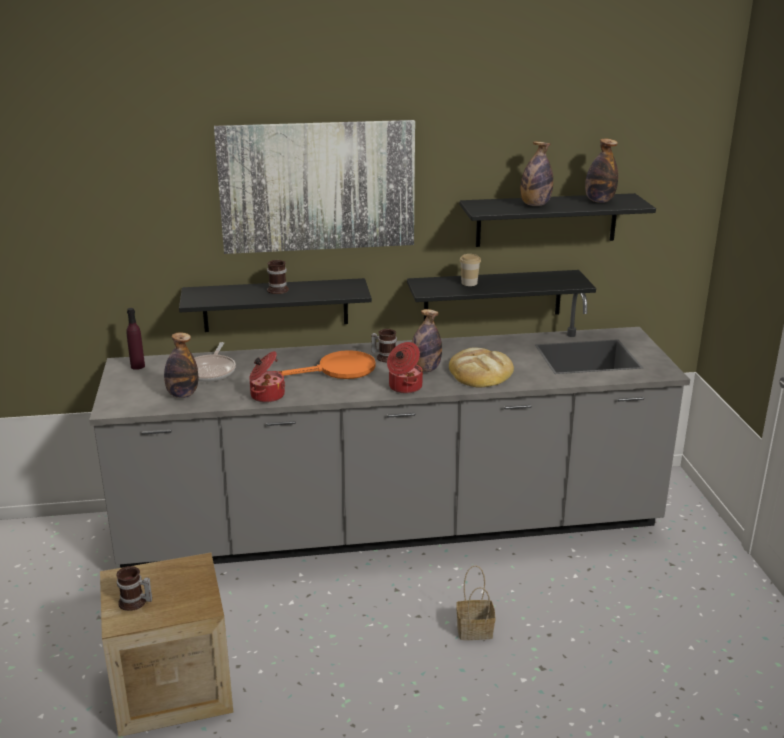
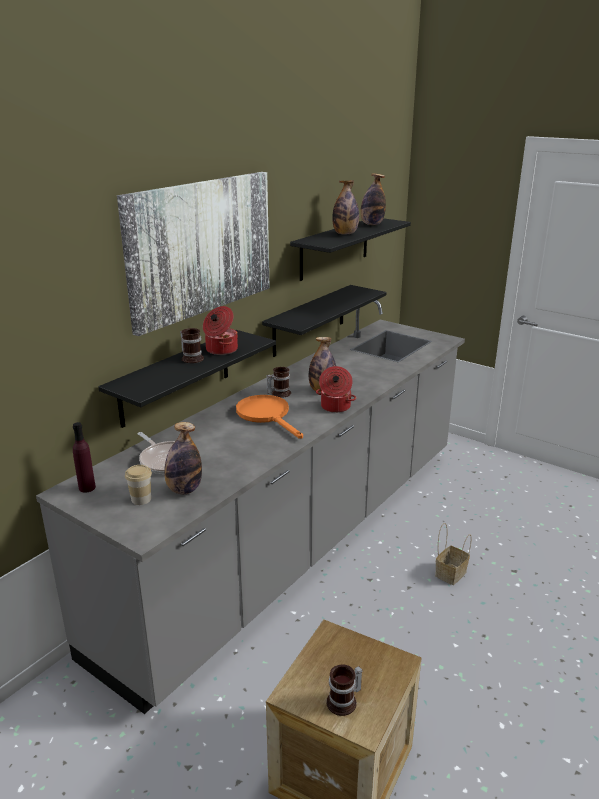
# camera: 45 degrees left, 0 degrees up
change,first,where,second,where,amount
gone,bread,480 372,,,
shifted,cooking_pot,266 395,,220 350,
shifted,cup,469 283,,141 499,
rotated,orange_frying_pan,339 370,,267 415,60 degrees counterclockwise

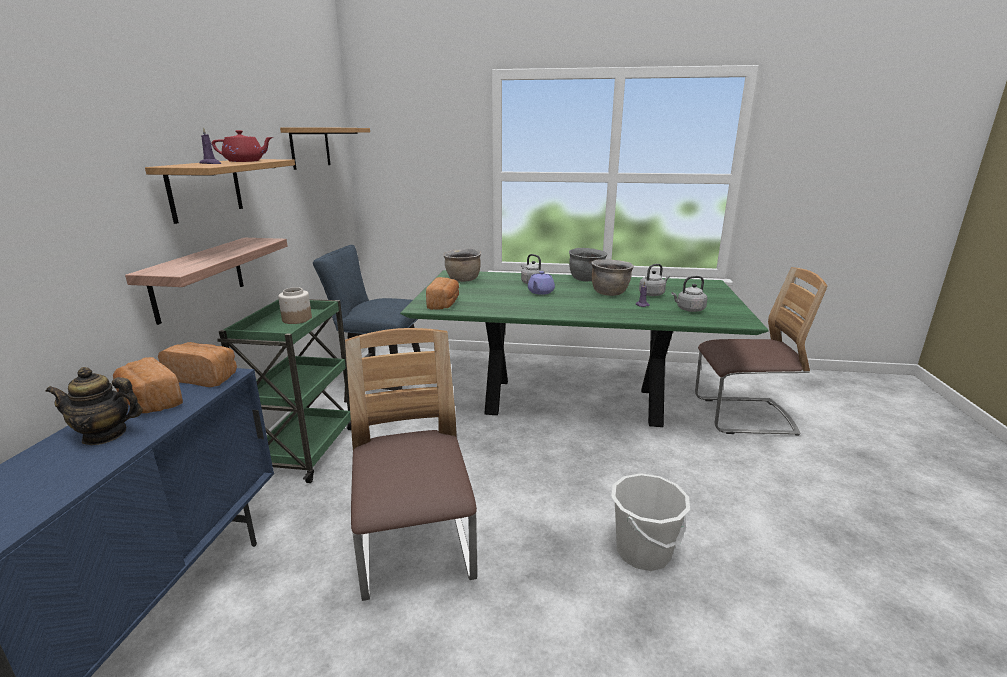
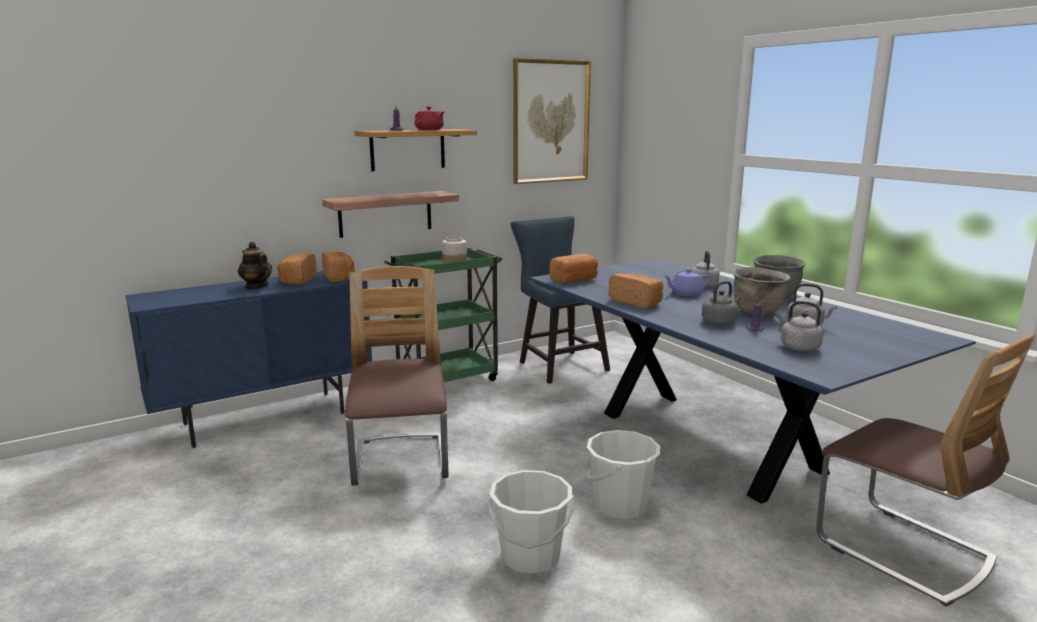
# camera: 50 degrees right, 5 degrees down
change,first,where,second,where,amount
gone,brown_cooking_pot,463 280,,,
new,,,white_bucket,620 505,
new,,,bread,637 302,
new,,,grey_kettle,720 322,
swapped,shelf,310 147,picture,550 122,
repainted,green_dining_table,571 402,blue_dining_table,705 440,
rotated,chair,415 552,,401 462,45 degrees counterclockwise

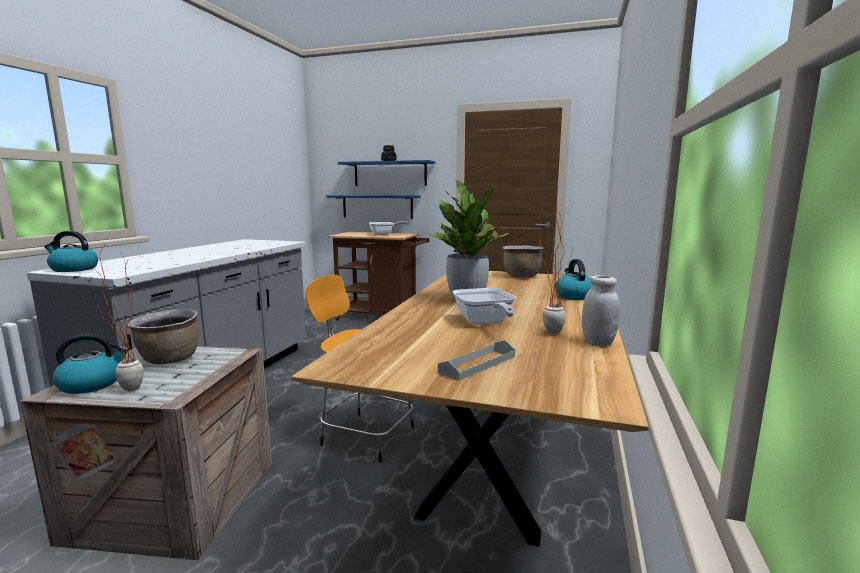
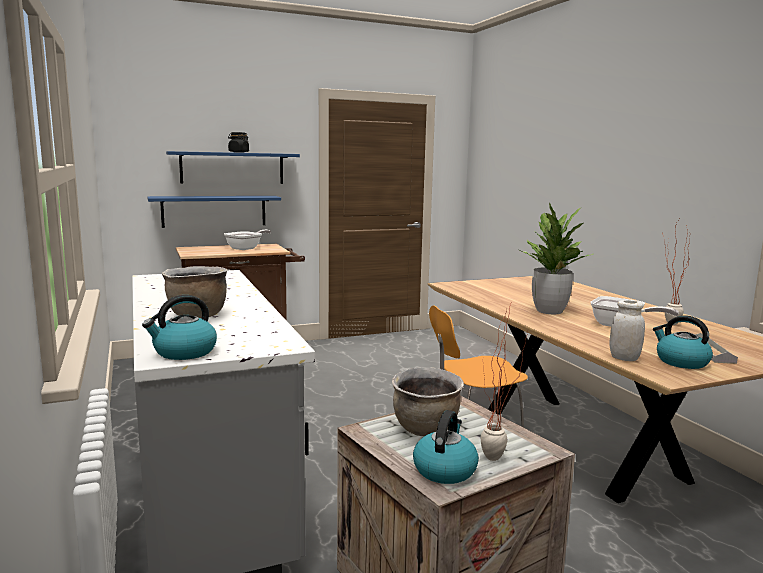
# camera: 40 degrees left, 0 degrees up
change,first,where,second,where,amount
shifted,brown_cooking_pot,521 276,,196 315,
shifted,kettle,574 296,,681 362,
shifted,white_jar,598 342,,624 358,

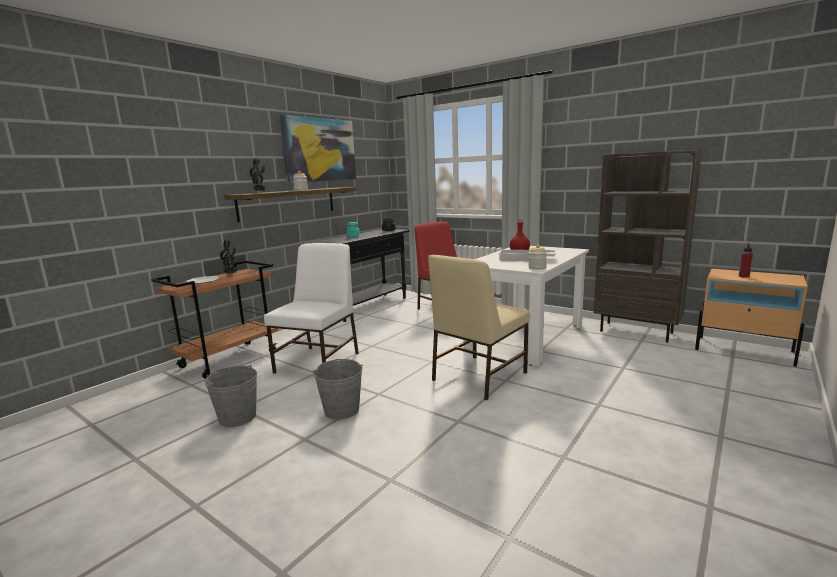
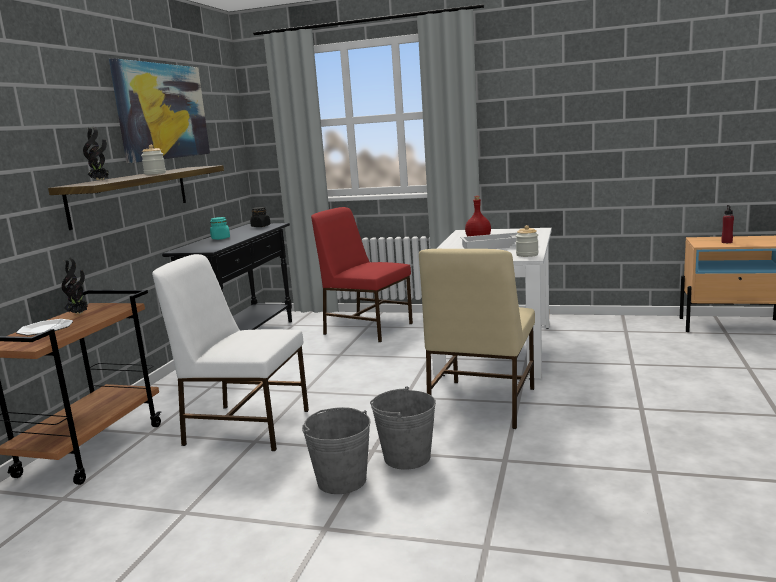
# camera: 20 degrees left, 0 degrees up
change,first,where,second,where,amount
gone,brown_bookcase,636 332,,,
shifted,grey_bucket,237 417,,407 457,
rotated,white_chair,319 362,,246 426,75 degrees counterclockwise

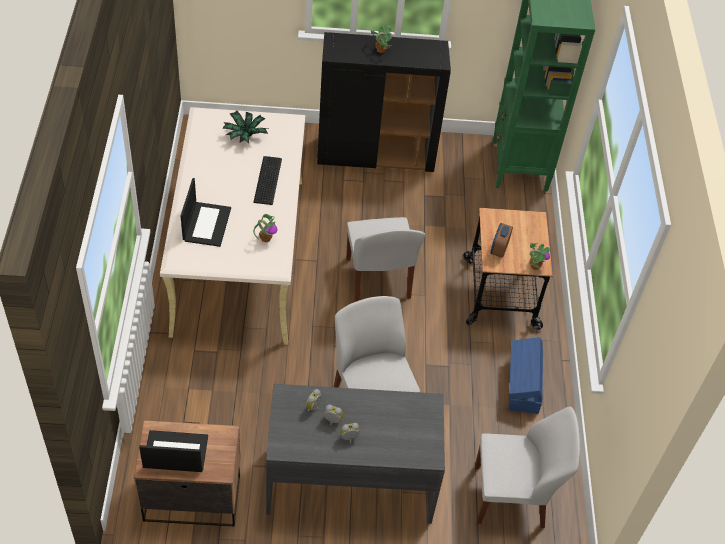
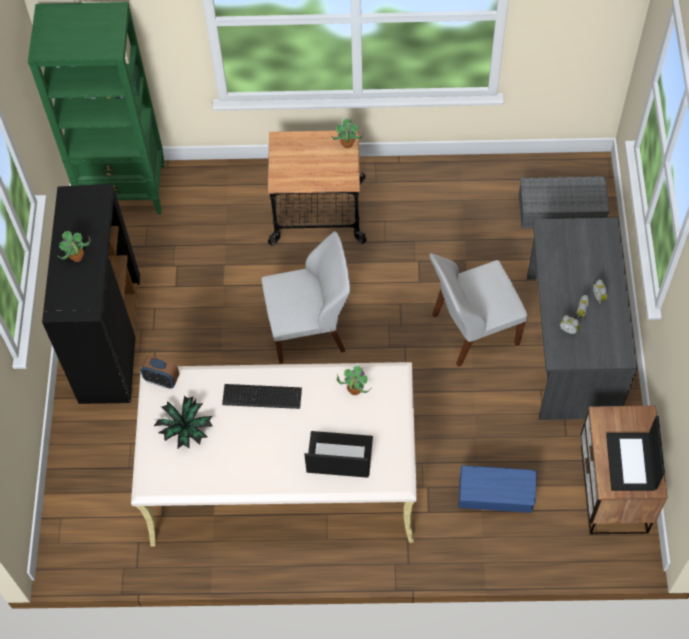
# camera: 85 degrees left, 10 degrees up
change,first,where,second,where,amount
shifted,alarm_clock,499 249,,162 380,
shifted,blue_storage_box,523 385,,496 496,
swapped,white_chair,511 497,grey_storage_box,562 209,

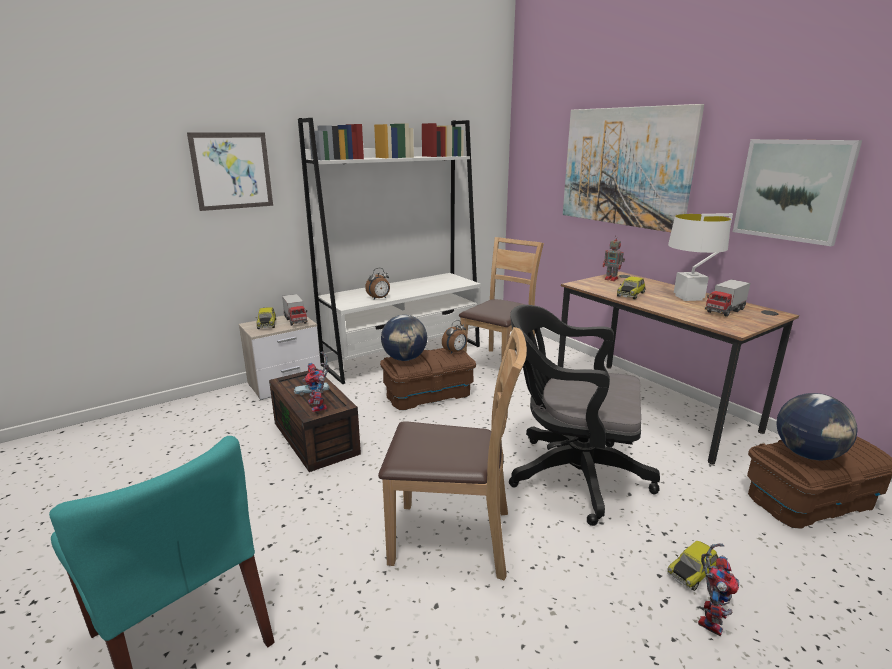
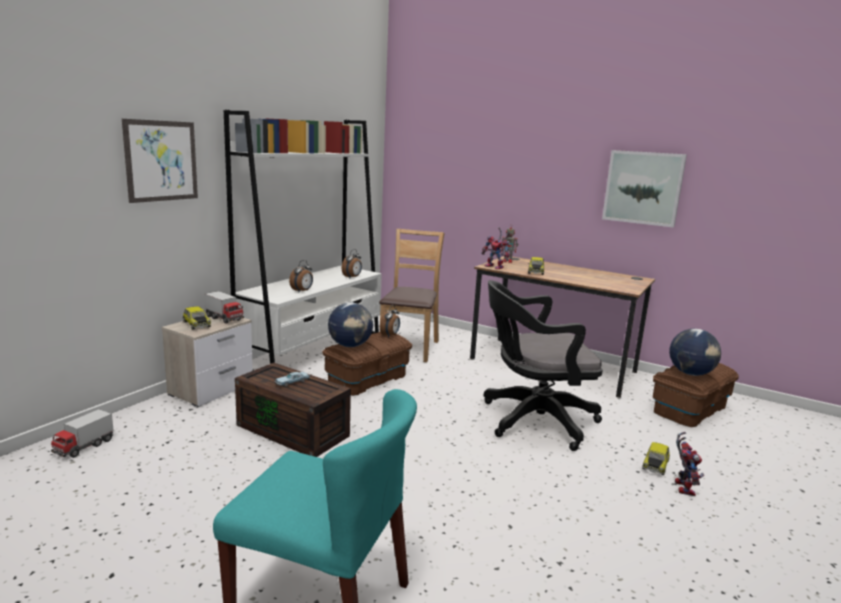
# camera: 25 degrees left, 5 degrees down
change,first,where,second,where,amount
gone,brown_chair,453 538,,,
gone,picture,625 167,,,
gone,white_table_lamp,689 298,,,
new,,,alarm_clock,352 277,
shifted,toy_robot,320 406,,496 267,
shifted,toy_truck,724 311,,84 447,

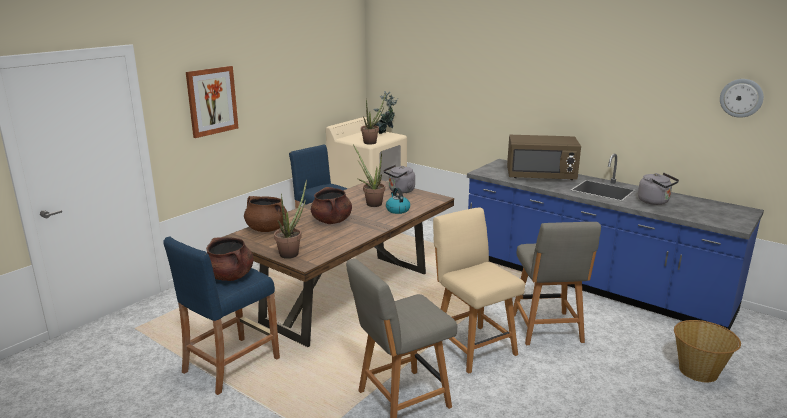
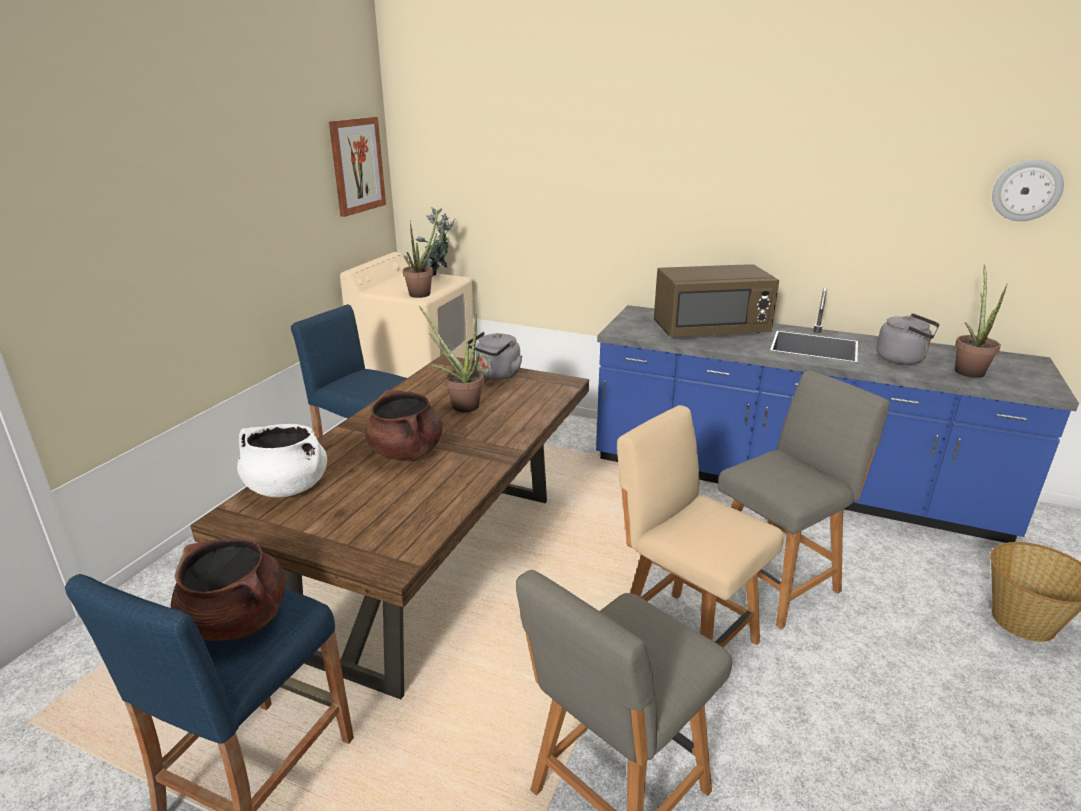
# camera: 15 degrees left, 5 degrees up
change,first,where,second,where,amount
gone,kettle,397 210,,,
shifted,picture,212 101,,357 165,
shifted,potted_plant,292 253,,968 370,
repainted,brown_cooking_pot,266 229,white_cooking_pot,286 487,
rotated,grey_chair,547 330,,776 581,105 degrees counterclockwise

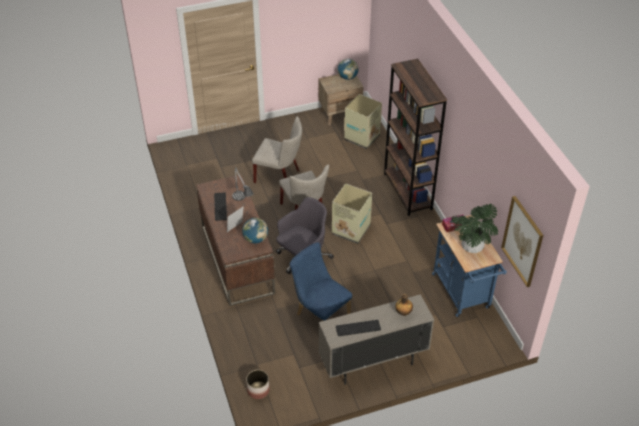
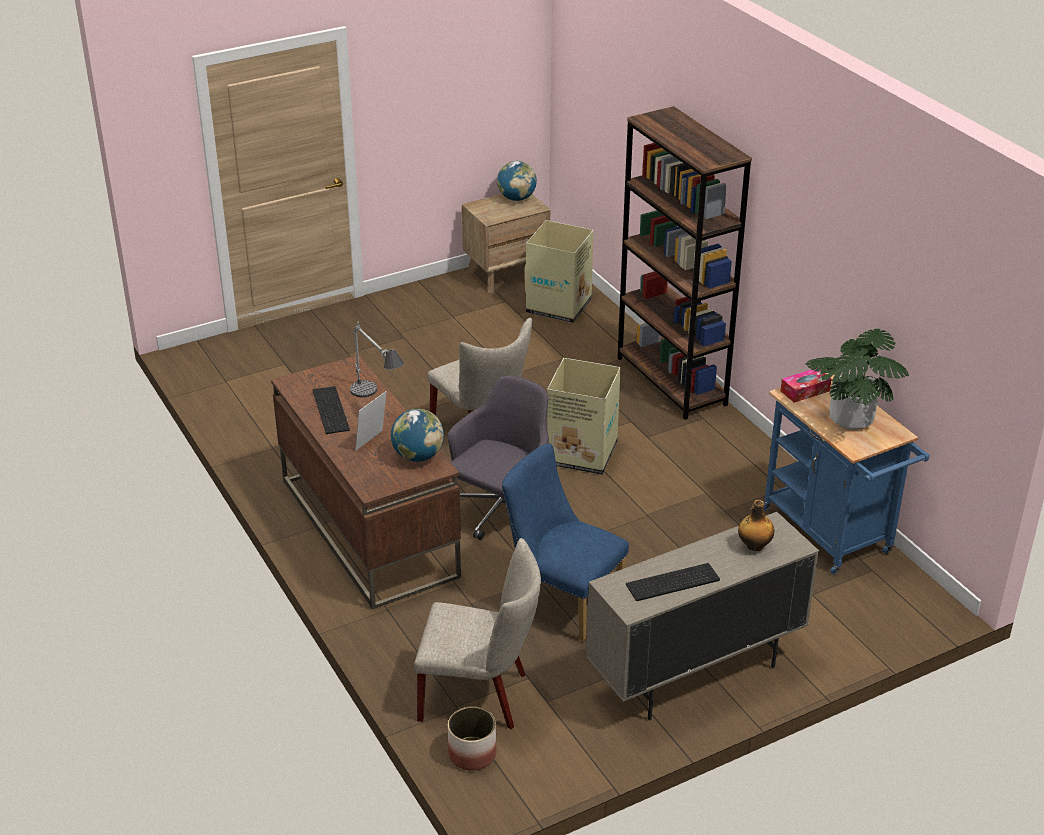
# camera: 10 degrees left, 10 degrees down
change,first,where,second,where,amount
gone,picture,522 241,,,
shifted,beige_chair,280 176,,480 696,

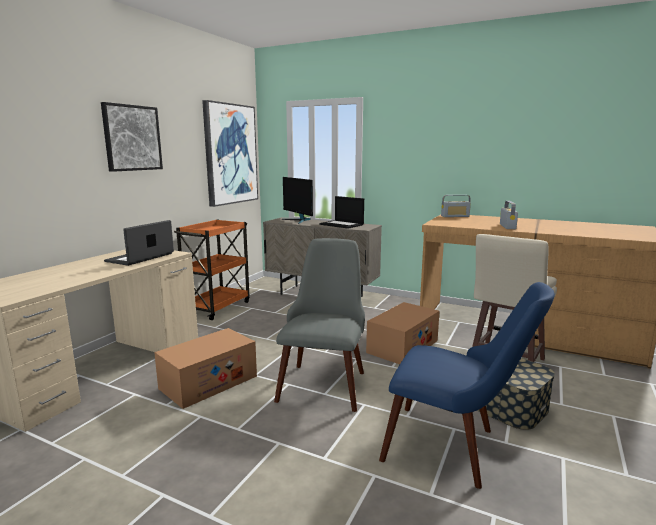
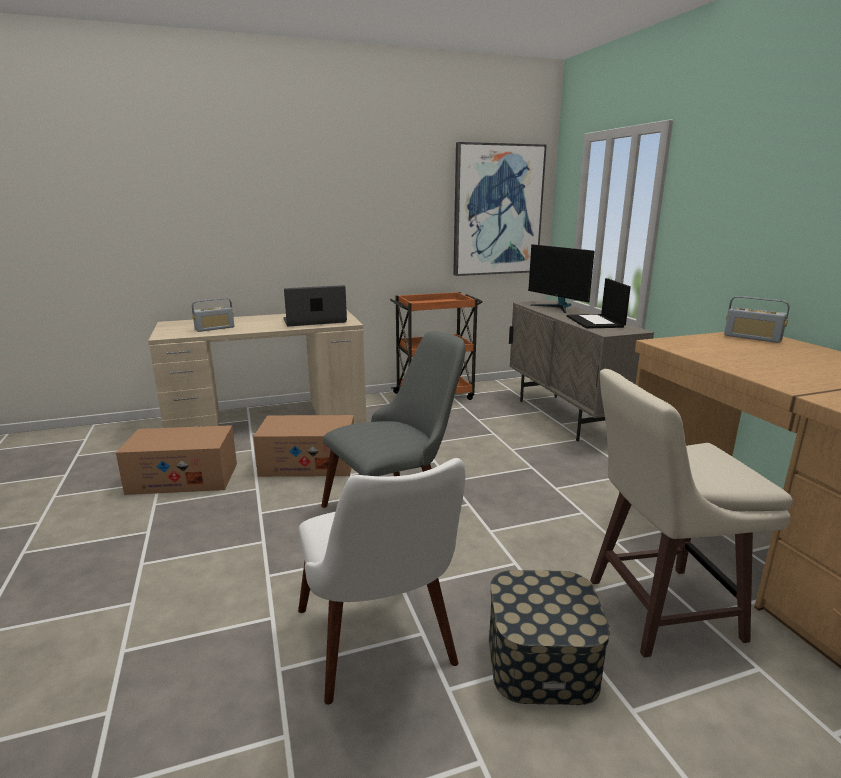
# camera: 45 degrees right, 5 degrees up
change,first,where,second,where,amount
gone,picture,132 138,,,
shifted,cardboard_box,402 346,,183 478,
shifted,radio,507 226,,215 328,
repainted,blue_chair,455 448,white_chair,383 651,
rotated,monitor,298 220,,557 307,45 degrees counterclockwise

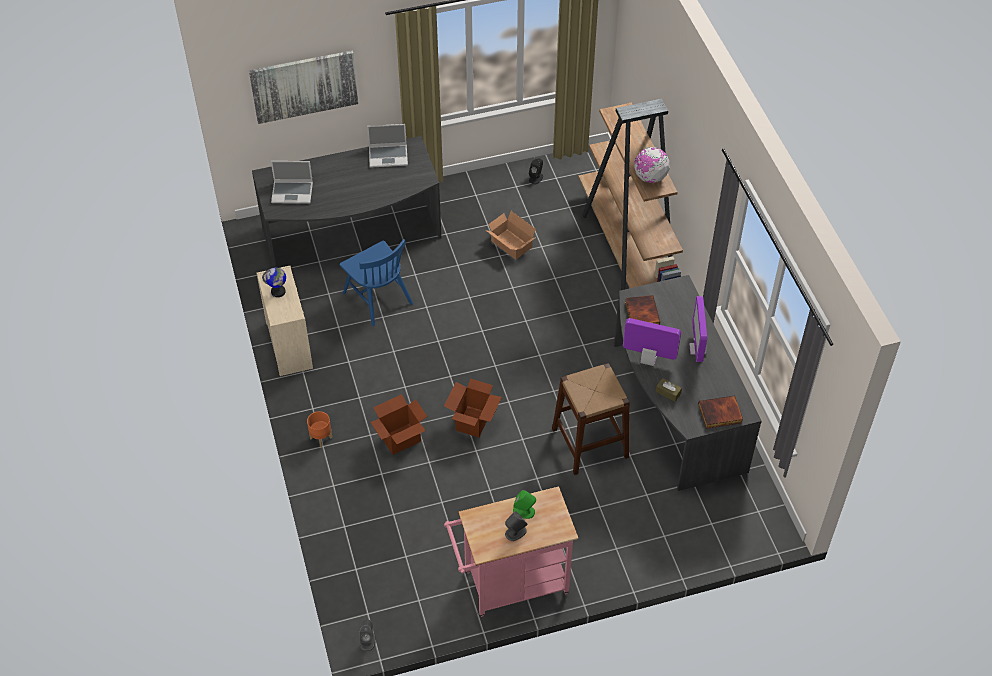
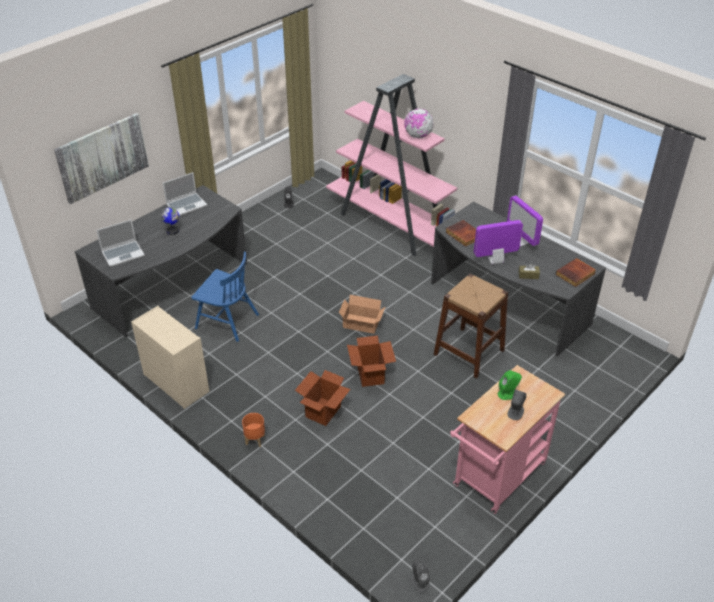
# camera: 30 degrees left, 10 degrees down
change,first,where,second,where,amount
shifted,globe,278 292,,173 231,
shifted,cardboard_box,511 245,,361 324,
repainted,brown_bookcase,628 254,pink_bookcase,392 225,

